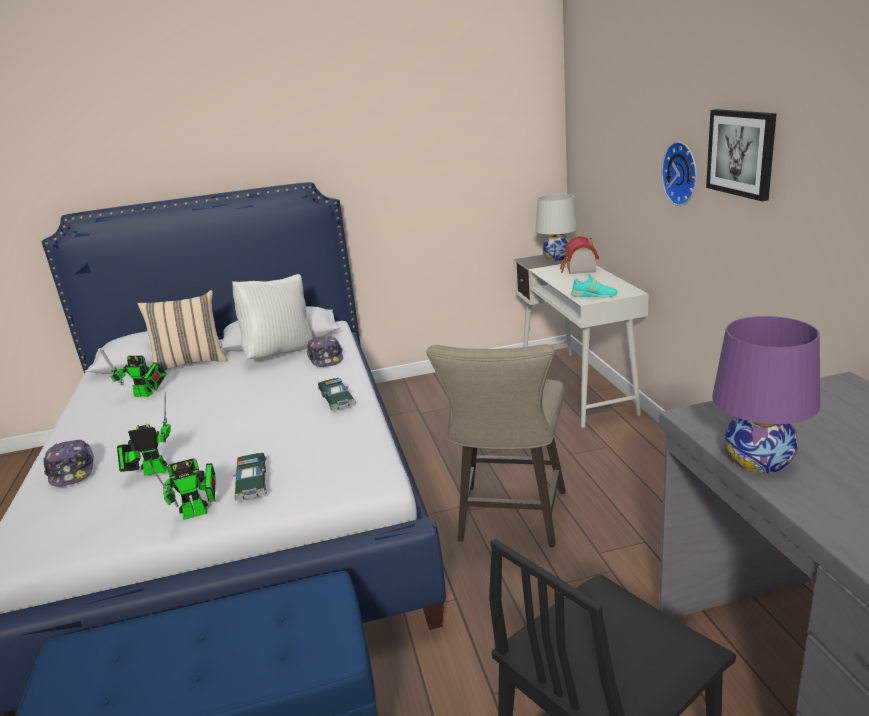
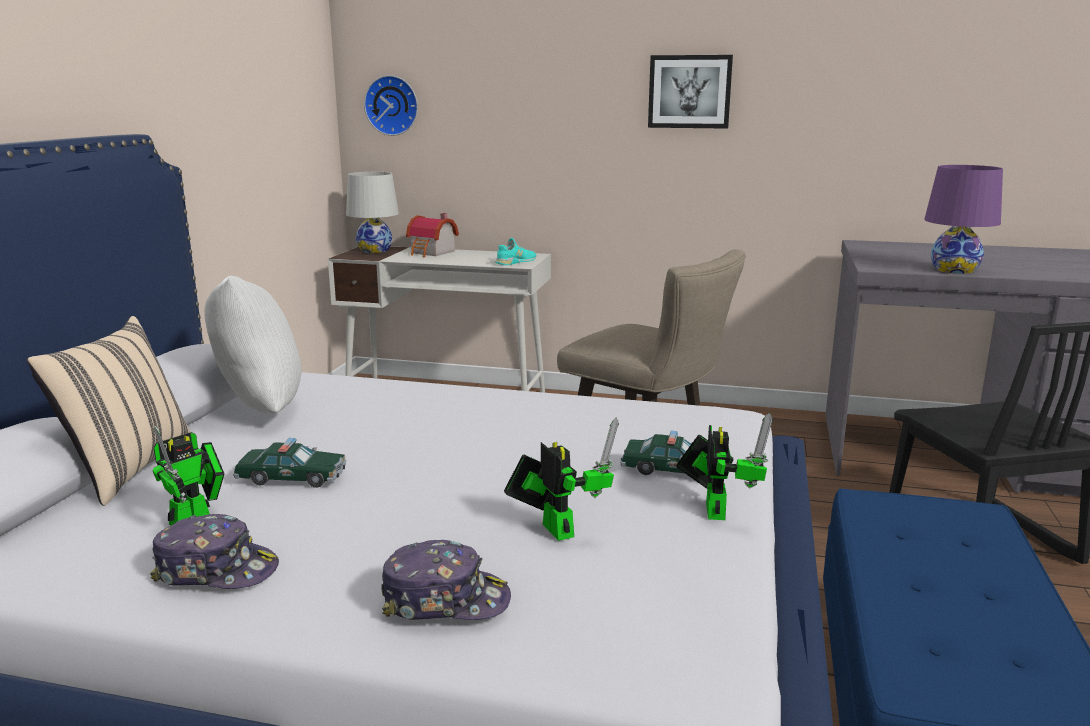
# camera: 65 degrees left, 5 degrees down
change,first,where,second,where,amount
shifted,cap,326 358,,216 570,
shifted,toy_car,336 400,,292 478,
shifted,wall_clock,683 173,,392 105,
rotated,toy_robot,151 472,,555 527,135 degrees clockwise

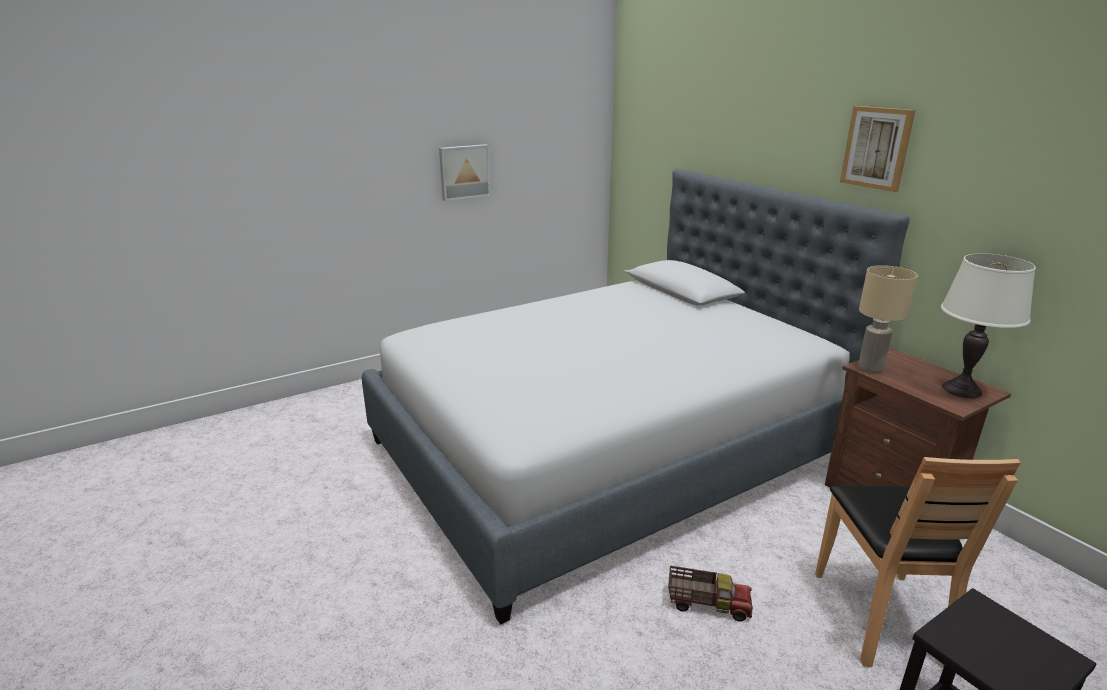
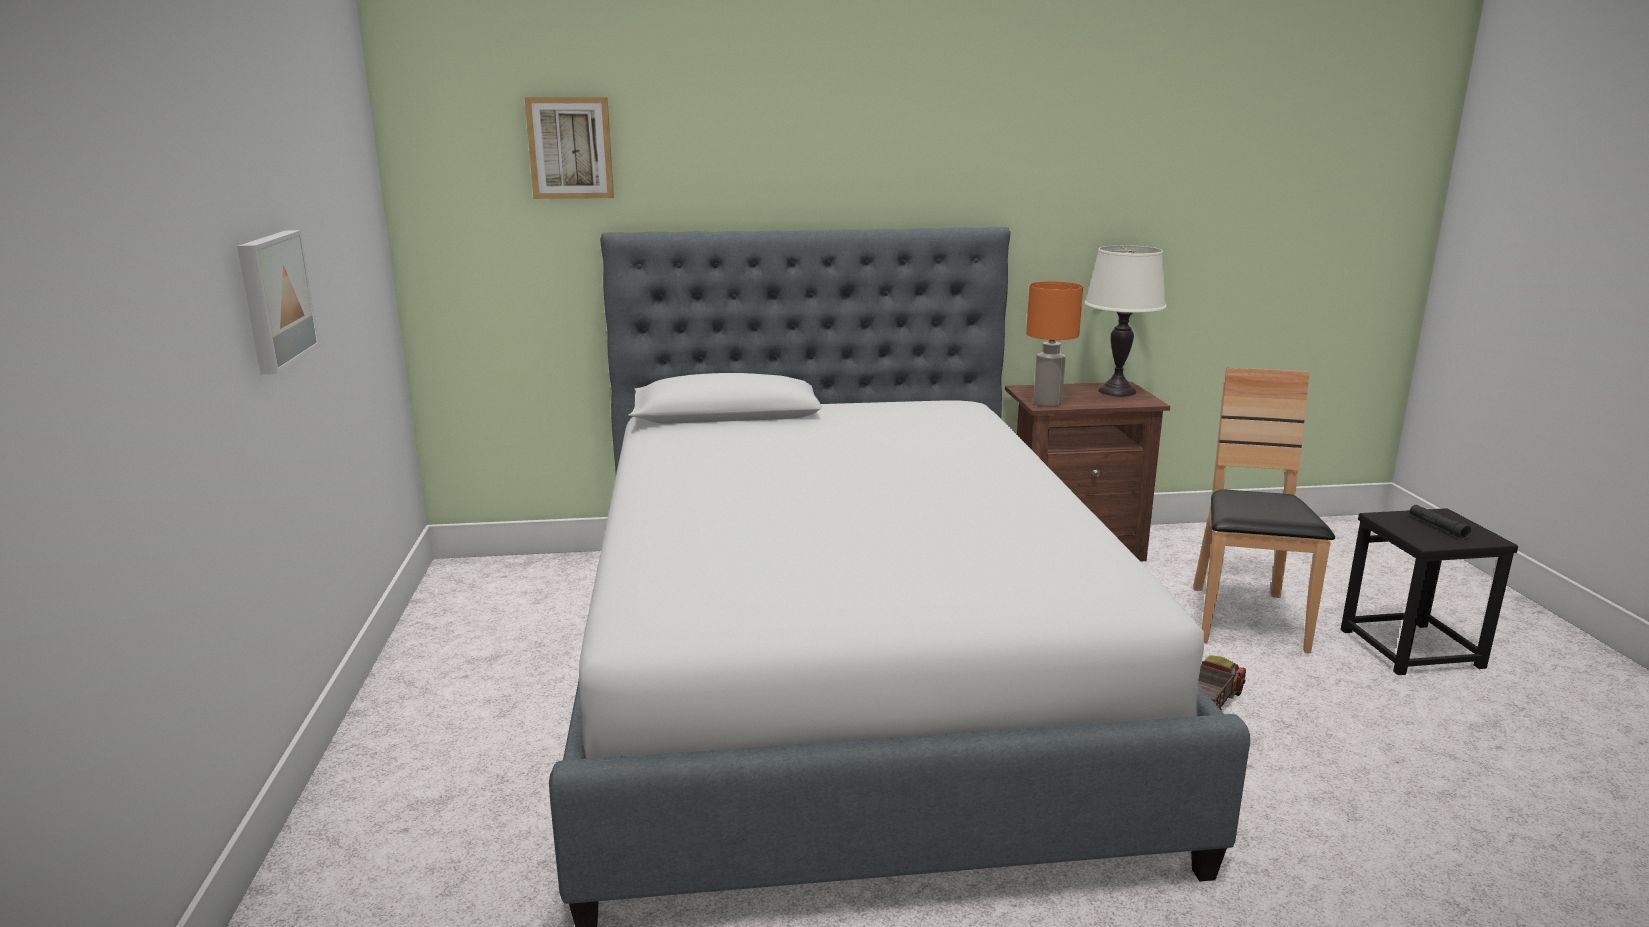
# camera: 65 degrees left, 5 degrees down
change,first,where,second,where,amount
new,,,black_flashlight,1437 527,
shifted,picture,877 148,,570 148,
repainted,beige_table_lamp,871 368,orange_table_lamp,1048 403,
rotated,brown_chair,880 616,,1245 619,105 degrees counterclockwise

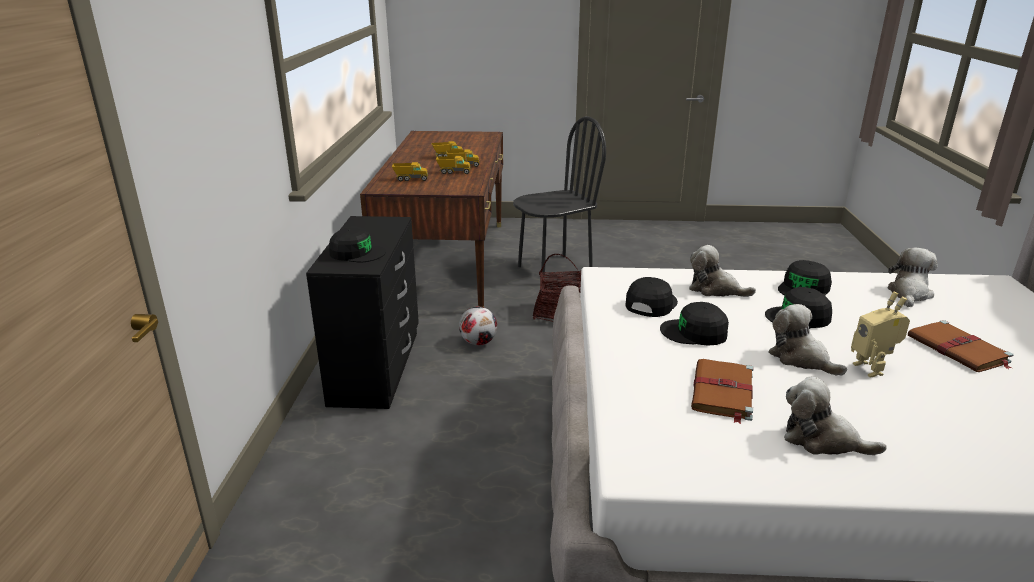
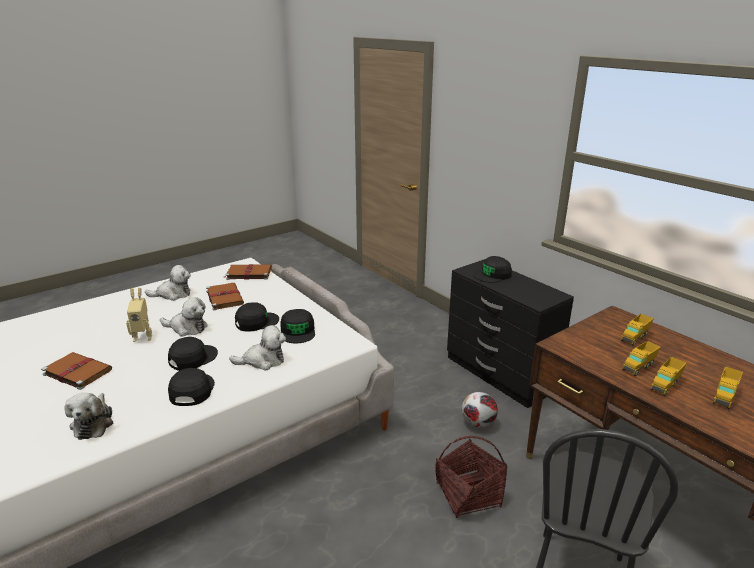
# camera: 140 degrees right, 0 degrees up
change,first,where,second,where,amount
new,,,brown_book,248 273,
rotated,toy_robot,872 368,,143 336,135 degrees clockwise

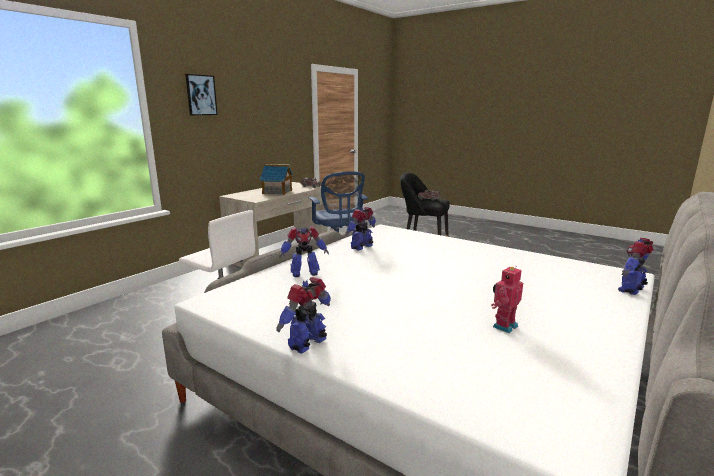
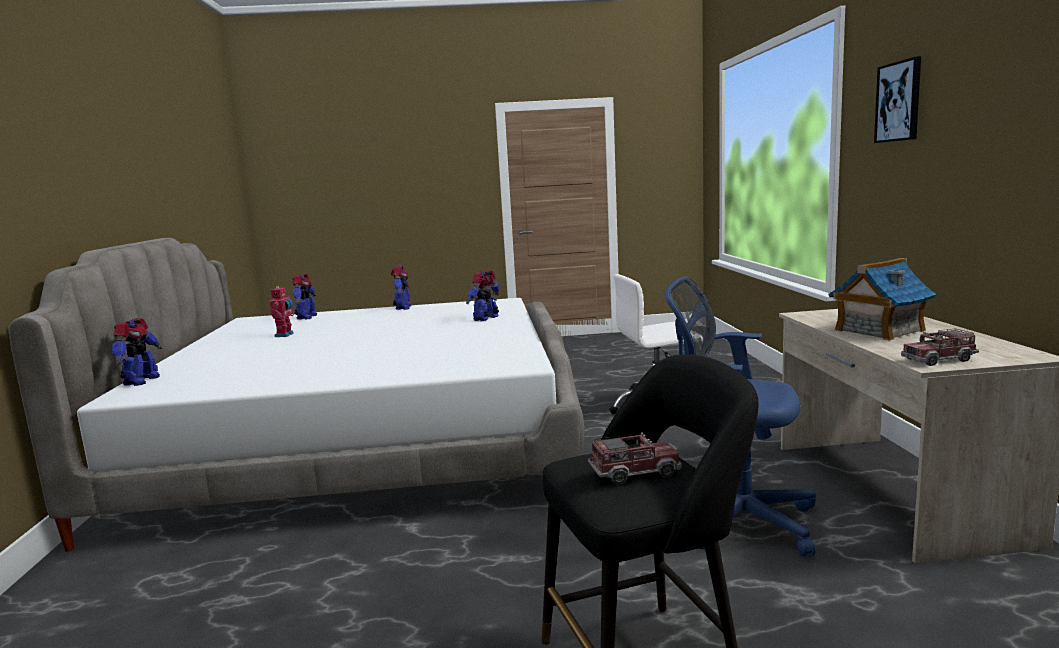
# camera: 140 degrees right, 5 degrees down
change,first,where,second,where,amount
shifted,toy_robot,362 247,,306 317,

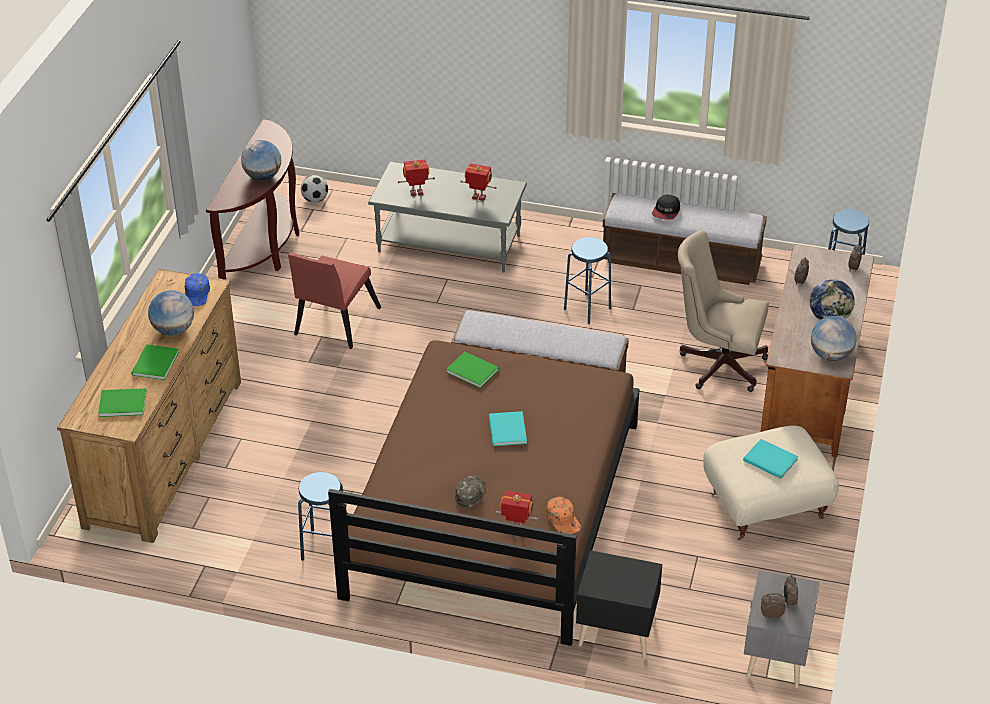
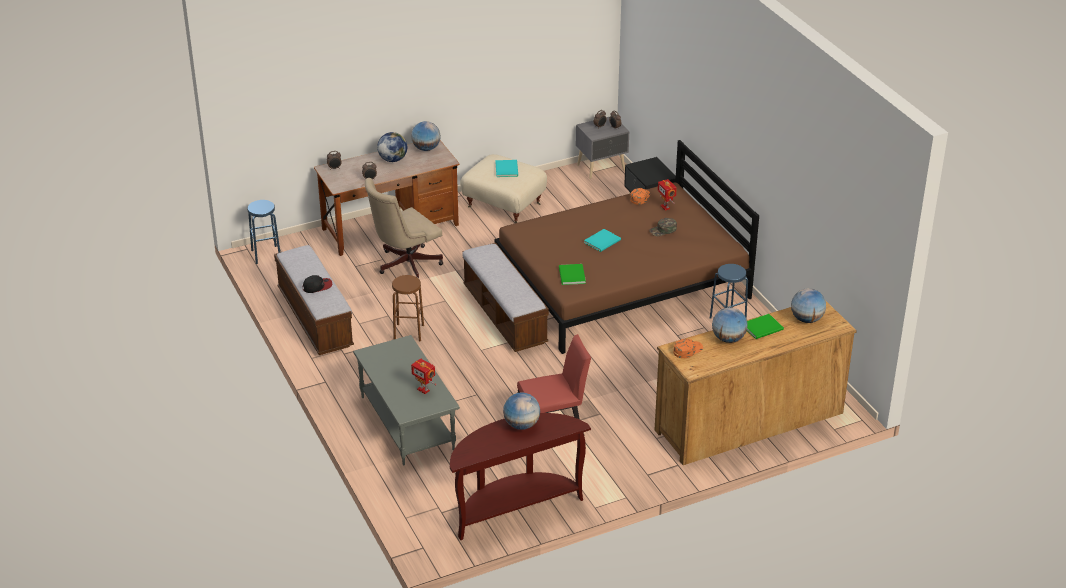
# camera: 130 degrees left, 5 degrees down
change,first,where,second,where,amount
gone,football,315 199,,,
gone,toy_robot,478 198,,,
swapped,green_book,121 403,globe,806 319,
repainted,blue_cap,197 294,orange_cap,687 350,
repainted,blue_stool,587 308,brown_stool,409 332,
rotated,beige_office_chair,717 364,,404 265,75 degrees clockwise

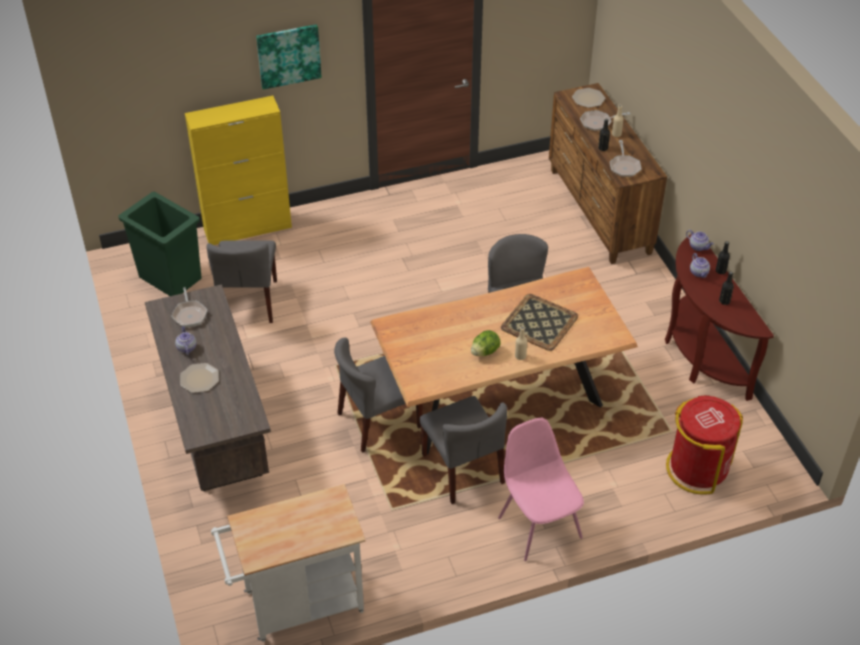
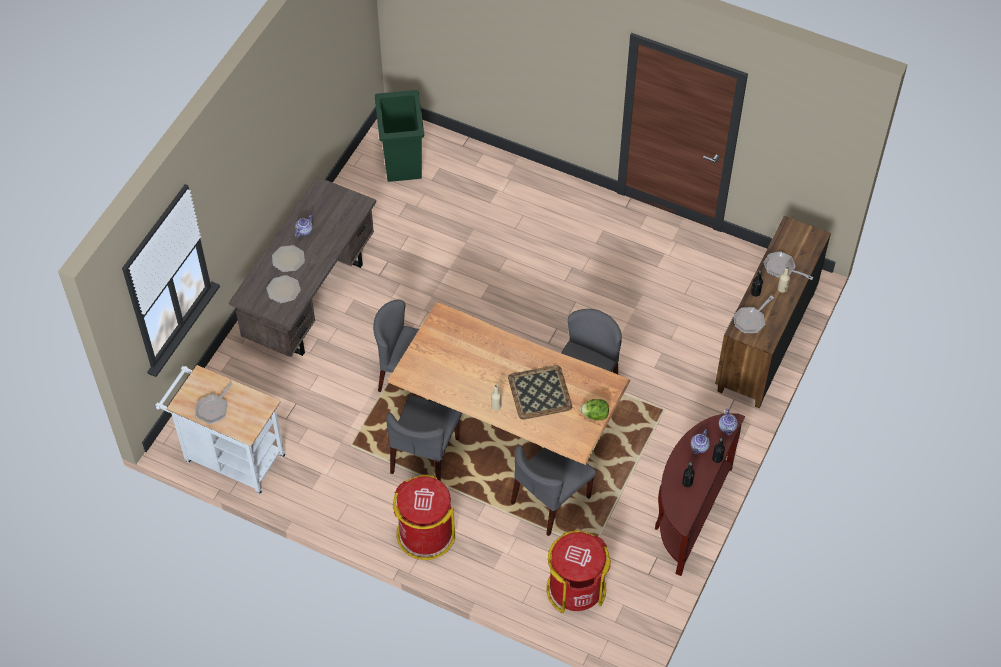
# camera: 45 degrees right, 10 degrees up
change,first,where,second,where,amount
gone,yellow_cabinet,248 228,,,
gone,picture,288 55,,,
shifted,frying_pan,189 314,,213 409,
shifted,grey_chair,249 301,,550 501,
shifted,lettuce,485 352,,595 415,
shifted,plate,588 98,,284 290,
swapped,pink_chair,538 526,red_trash_can,425 534,

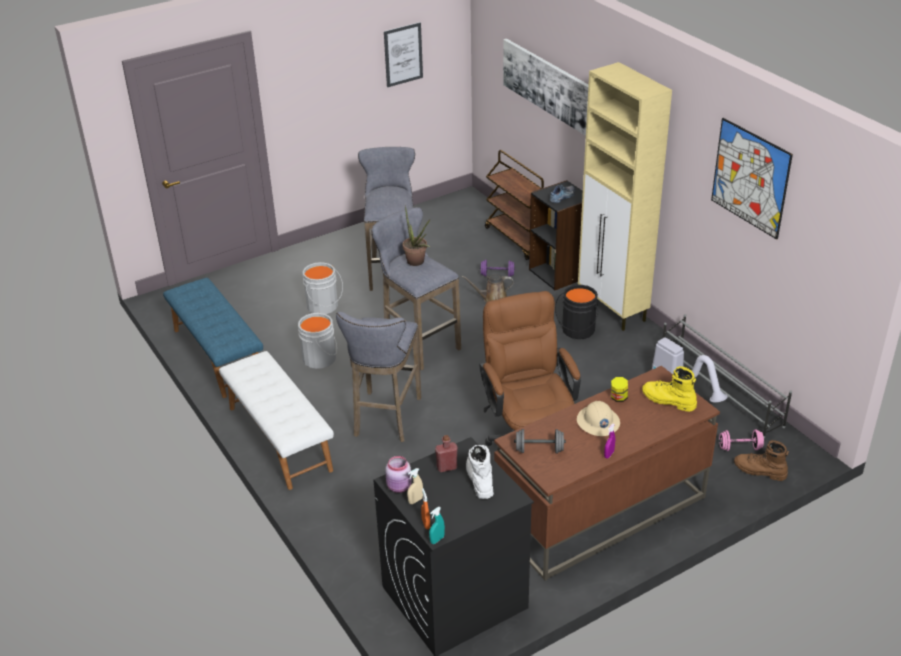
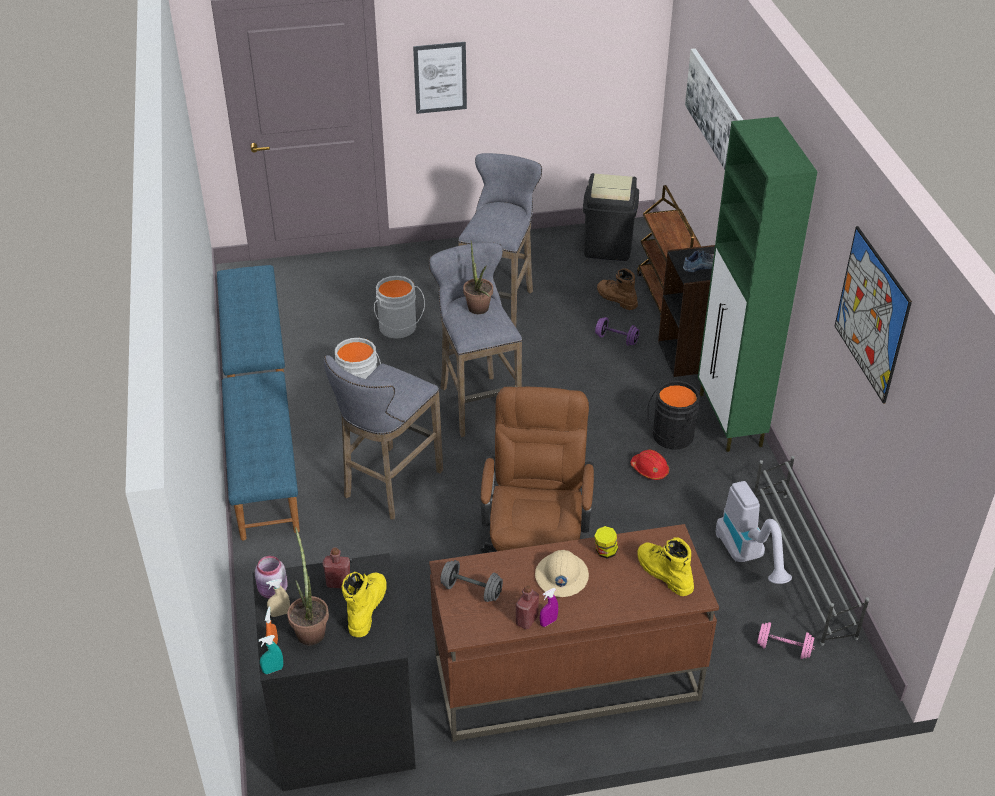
# camera: 20 degrees right, 5 degrees up
change,first,where,second,where,amount
gone,brown_watering_can,492 299,,,
new,,,potted_plant,310 629,
new,,,red_bottle,526 620,
new,,,black_trash_can,608 247,
new,,,red_hard_hat,649 470,
shifted,picture,403 54,,440 77,
shifted,brown_boot,759 471,,616 298,
repainted,white_bench,278 439,blue_bench,263 476,
repainted,white_boot,479 478,yellow_boot,366 608,
repainted,beige_cabinet,613 309,green_cabinet,730 421,

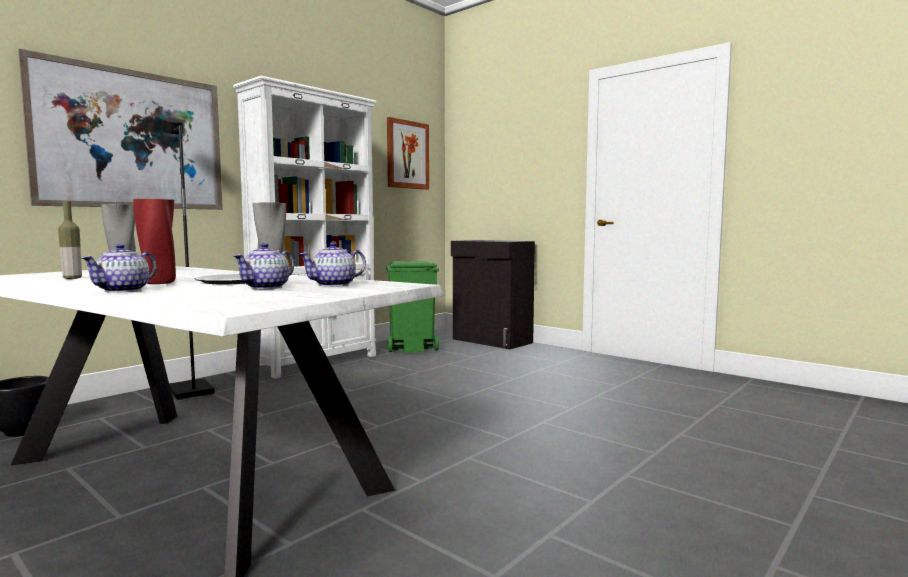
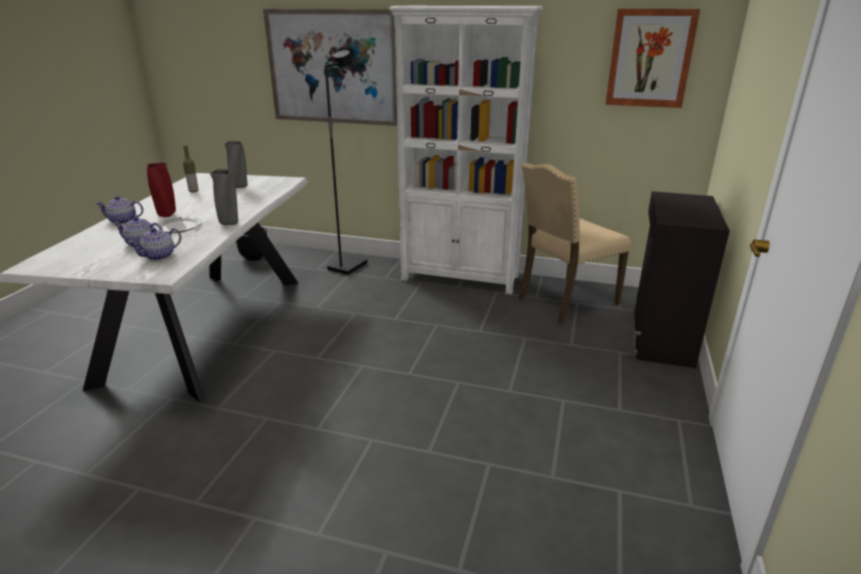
# camera: 65 degrees right, 20 degrees up
change,first,where,second,where,amount
swapped,green_trash_can,411 347,beige_chair,565 301,
rotated,teapot,334 285,,159 256,75 degrees counterclockwise

